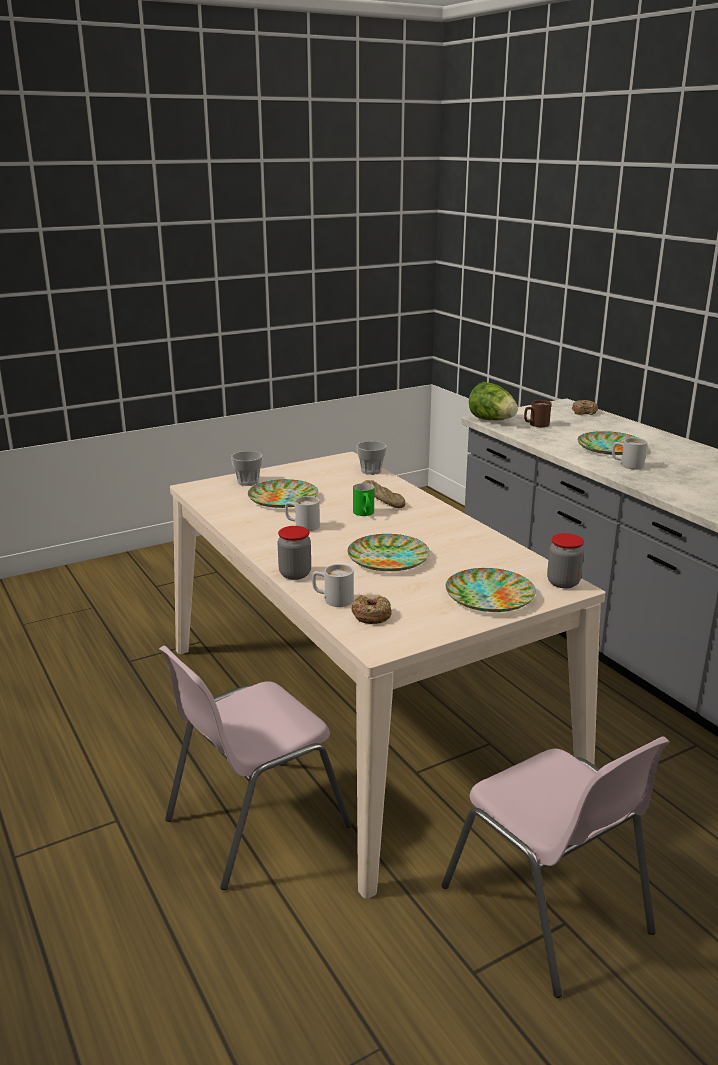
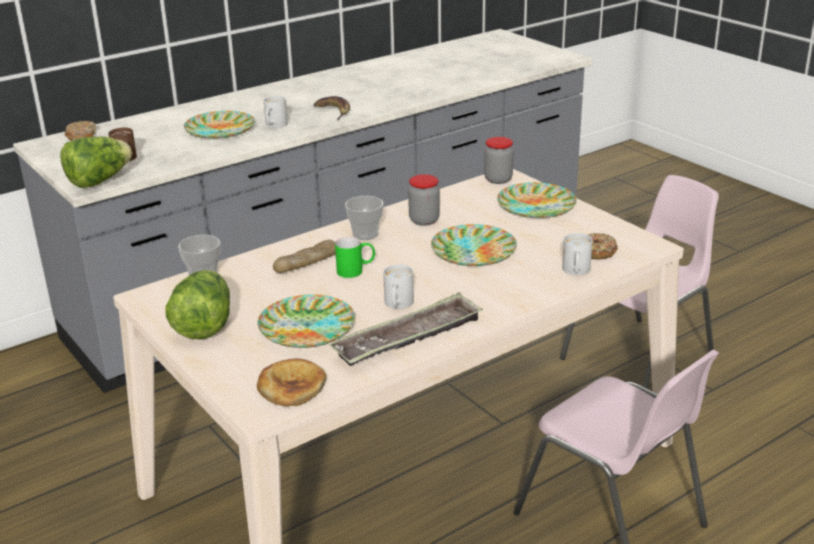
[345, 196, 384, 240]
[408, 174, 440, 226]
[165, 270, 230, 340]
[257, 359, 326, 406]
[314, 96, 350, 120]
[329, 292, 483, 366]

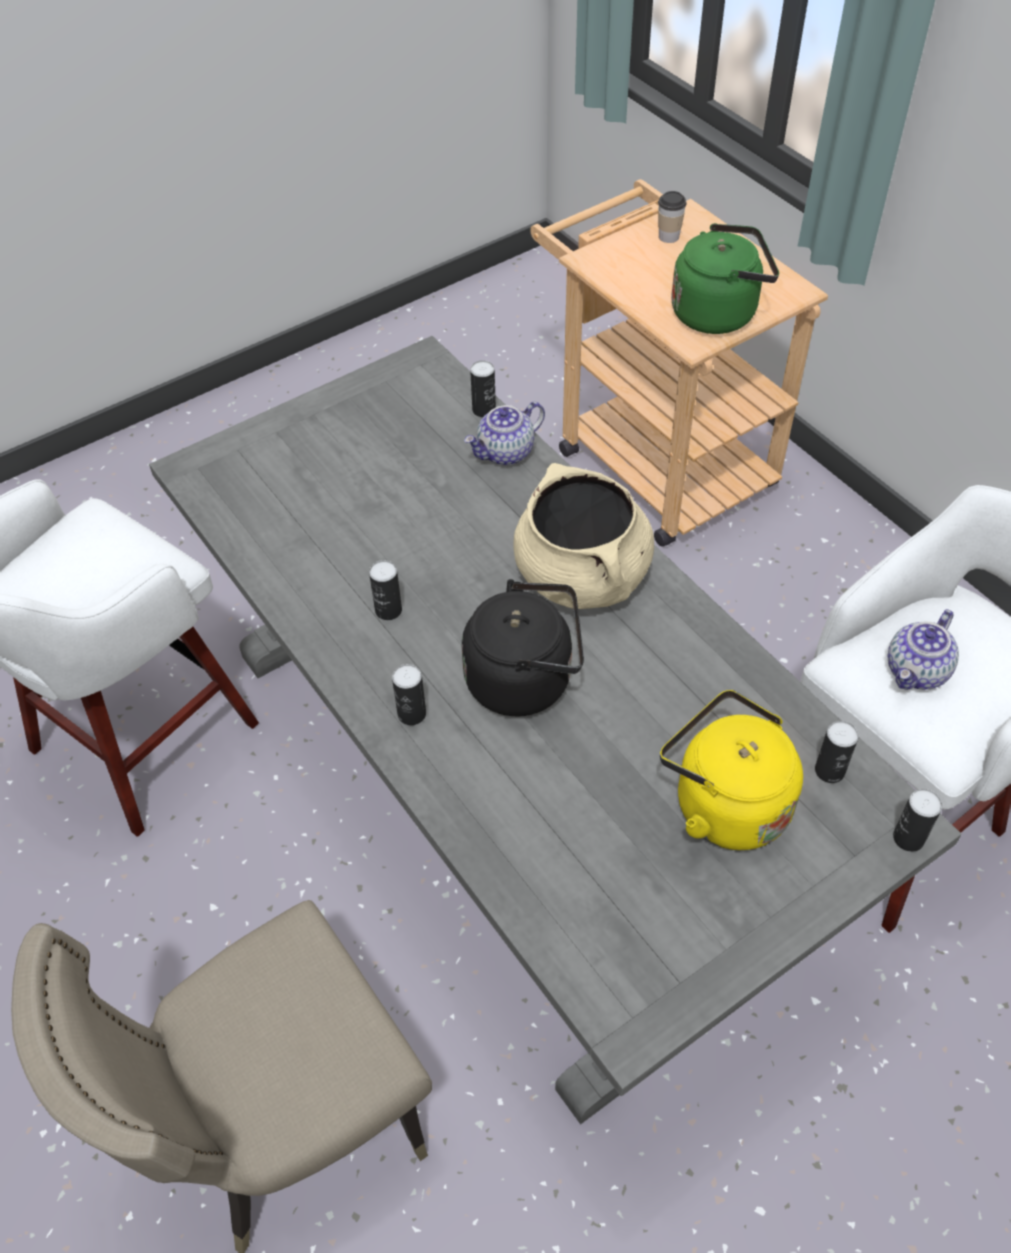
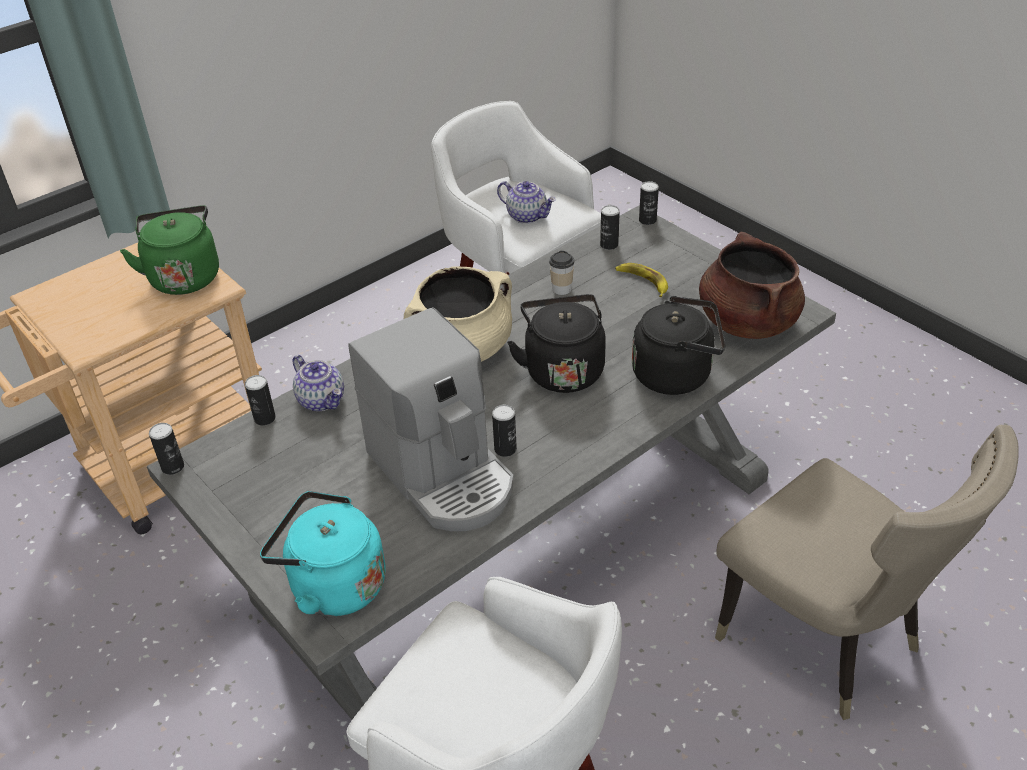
[149, 423, 184, 475]
[549, 251, 574, 295]
[615, 263, 668, 297]
[260, 491, 386, 616]
[349, 307, 514, 531]
[632, 296, 726, 395]
[699, 232, 805, 339]

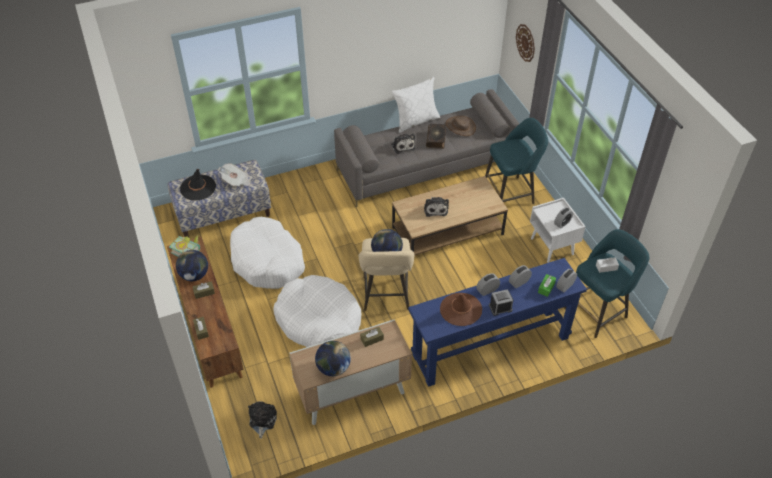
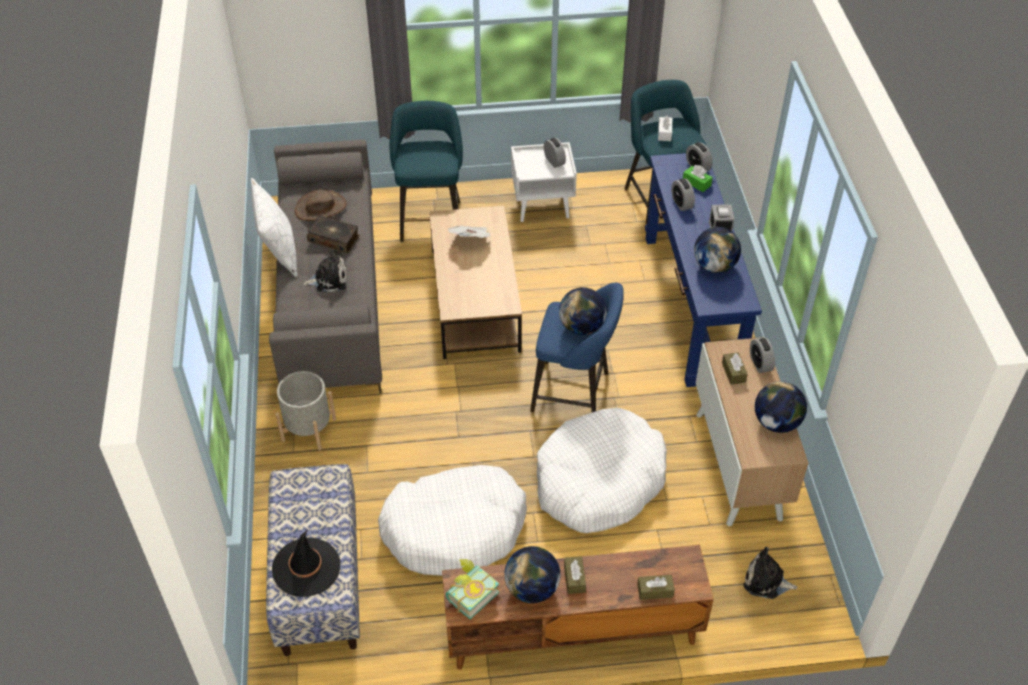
[448, 225, 491, 238]
[530, 282, 624, 412]
[424, 197, 449, 217] (first image)
[694, 227, 741, 273]
[750, 337, 775, 373]
[516, 24, 535, 62] (first image)
[275, 371, 336, 450]

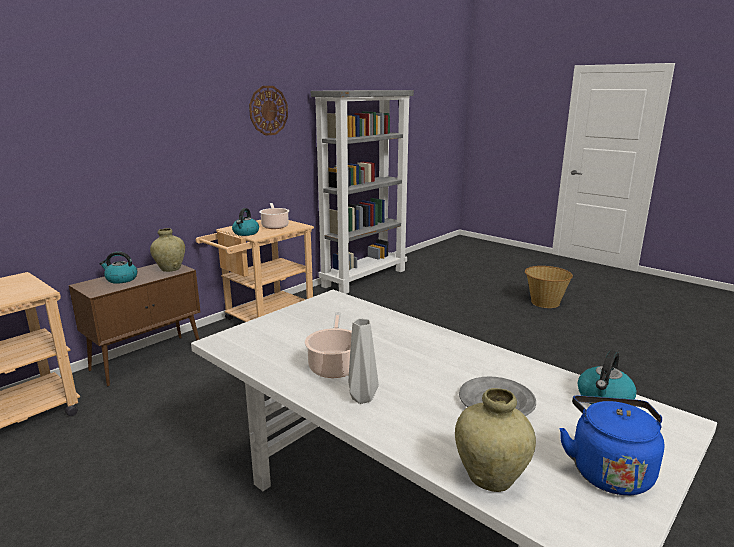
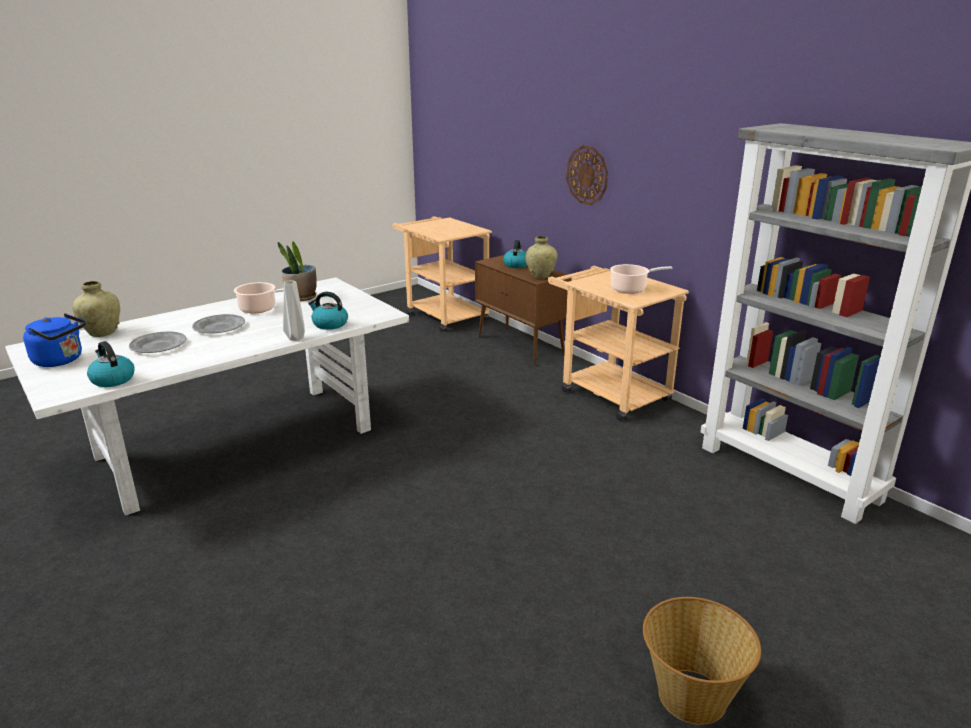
[308, 292, 348, 330]
[566, 145, 608, 205]
[283, 280, 305, 341]
[192, 314, 245, 333]
[278, 241, 317, 301]

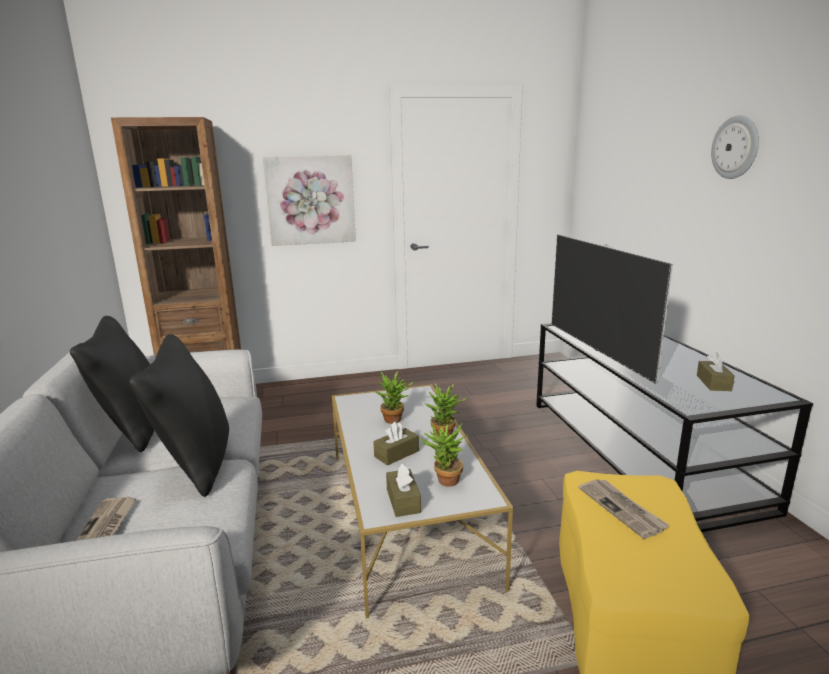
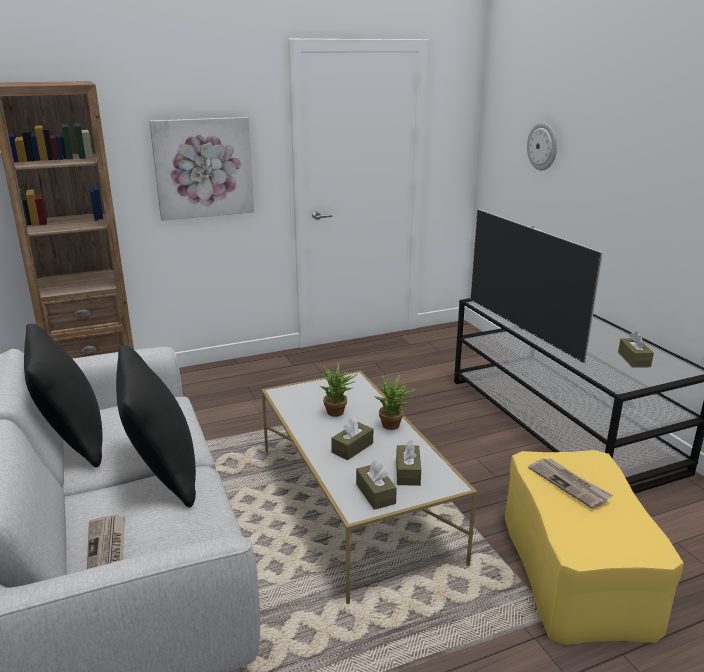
[396, 440, 421, 486]
[527, 122, 557, 171]

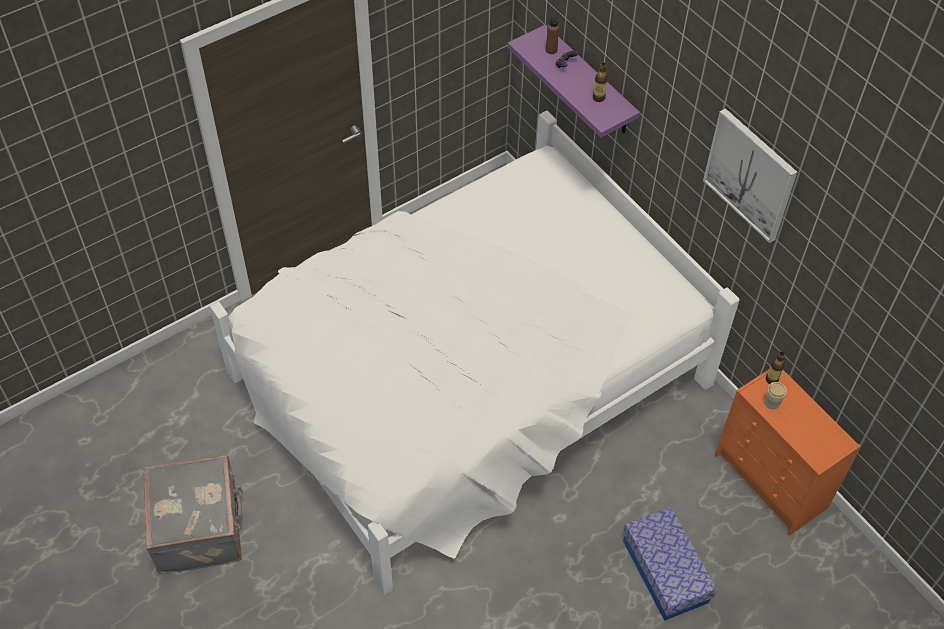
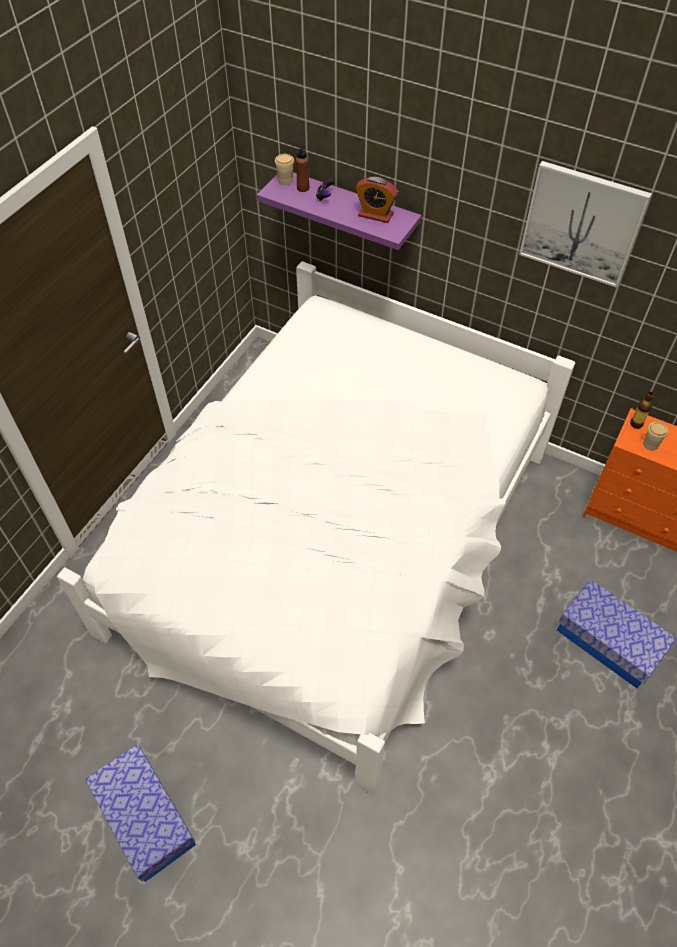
[85, 744, 196, 882]
[356, 177, 398, 223]
[275, 154, 294, 185]

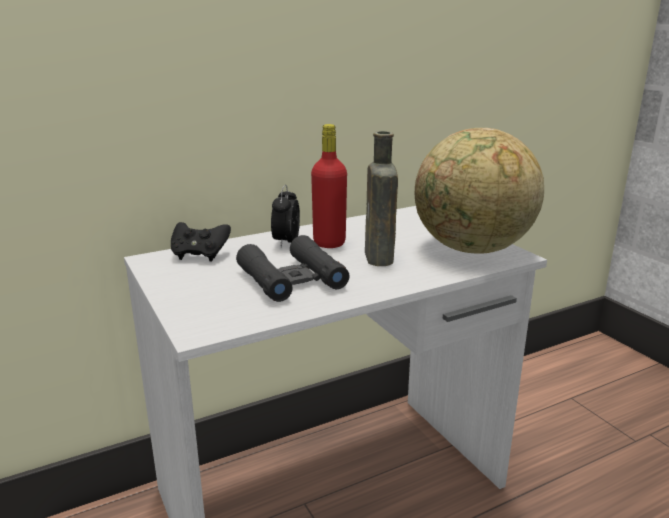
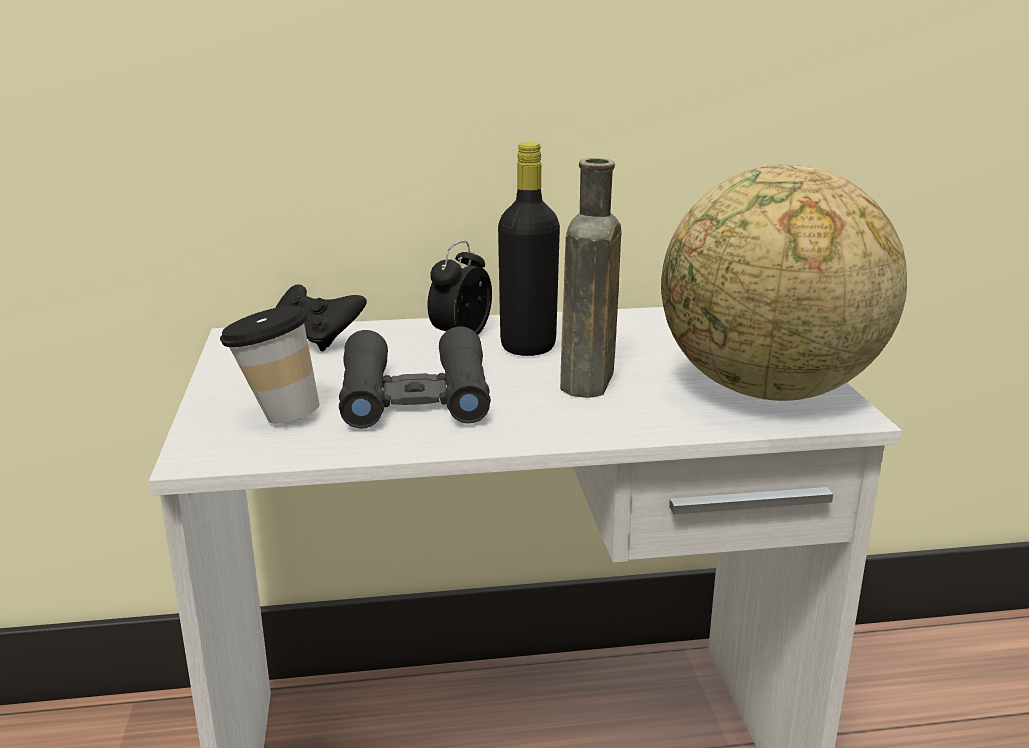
[498, 142, 560, 356]
[220, 306, 320, 424]

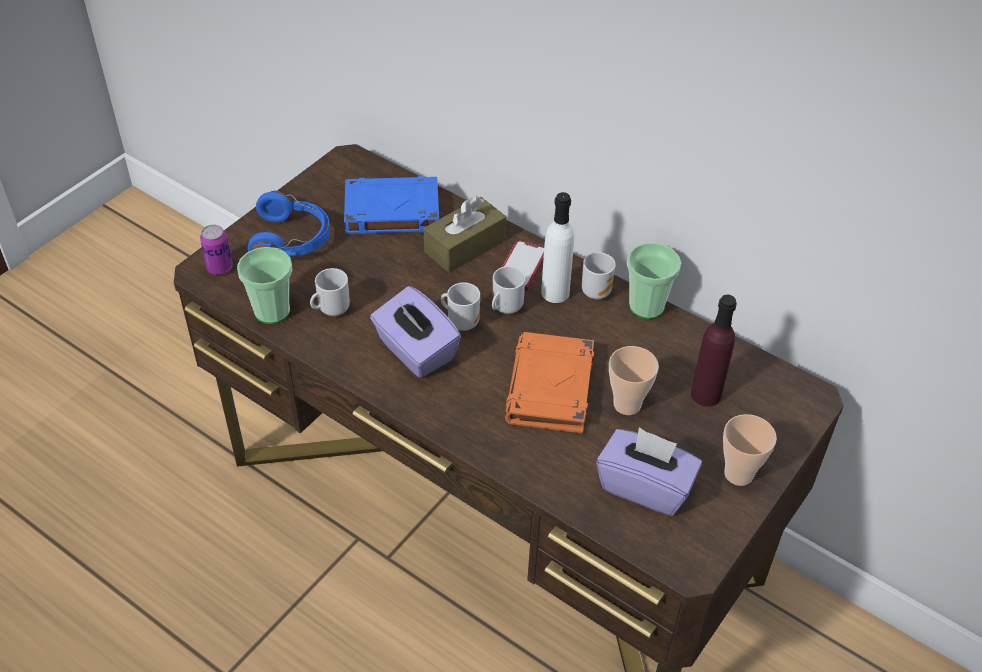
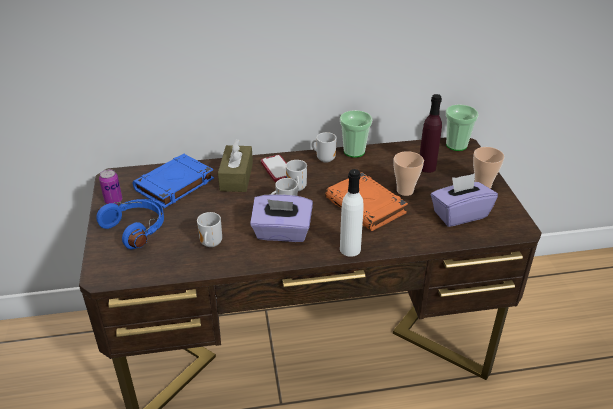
[99, 169, 122, 204]
[446, 105, 478, 151]
[340, 169, 364, 257]

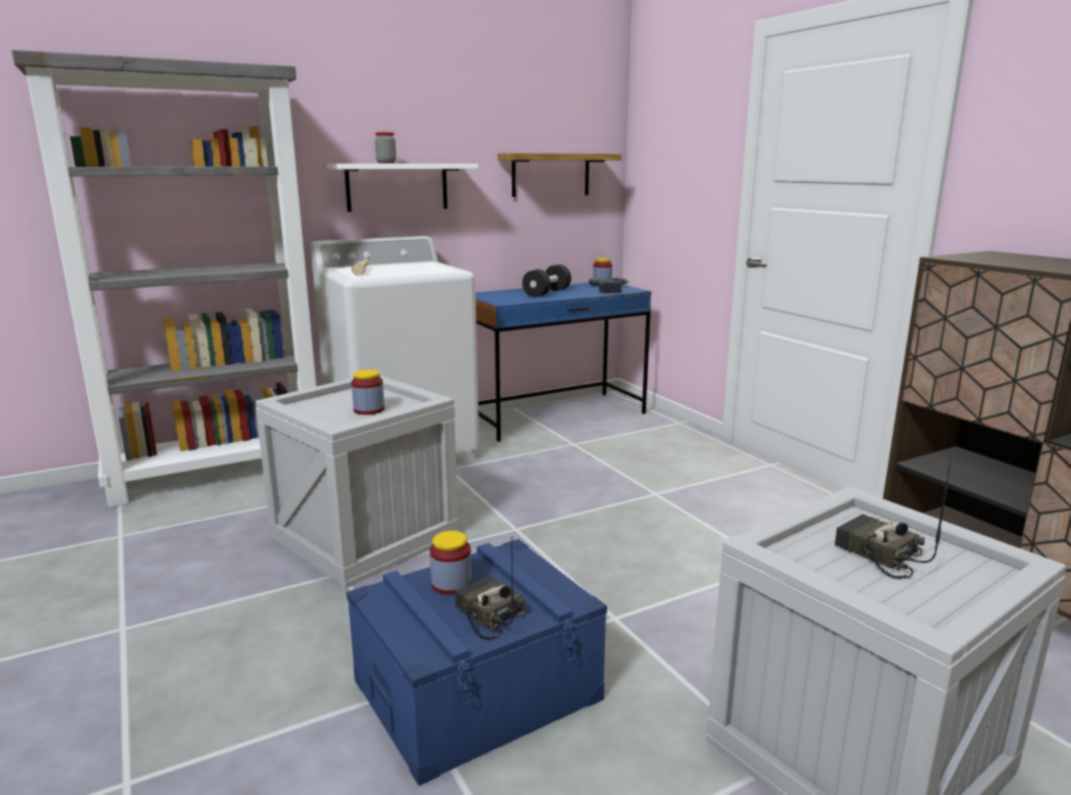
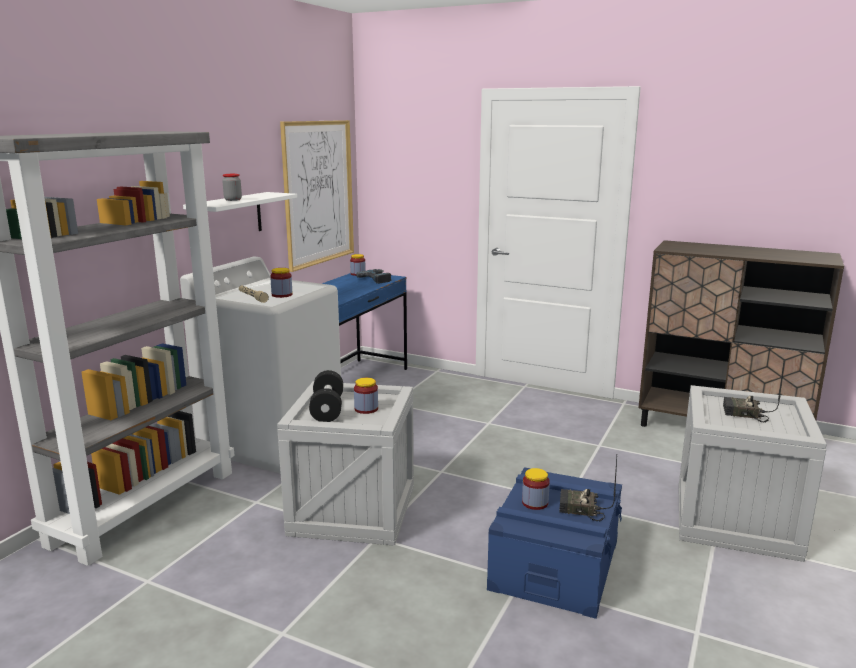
[280, 120, 354, 272]
[309, 370, 343, 422]
[270, 268, 292, 298]

